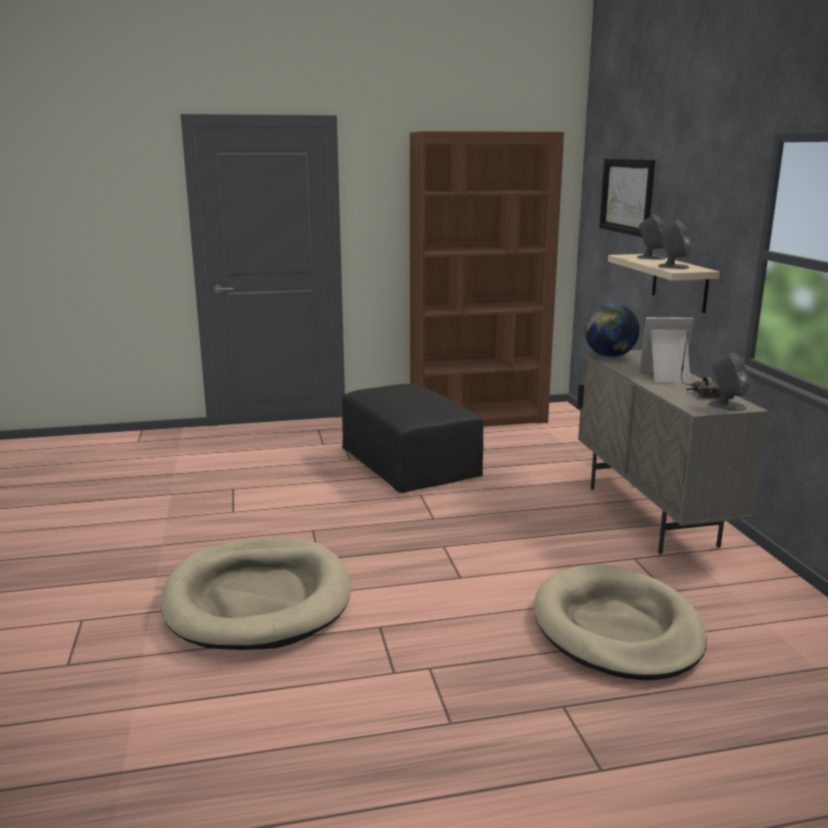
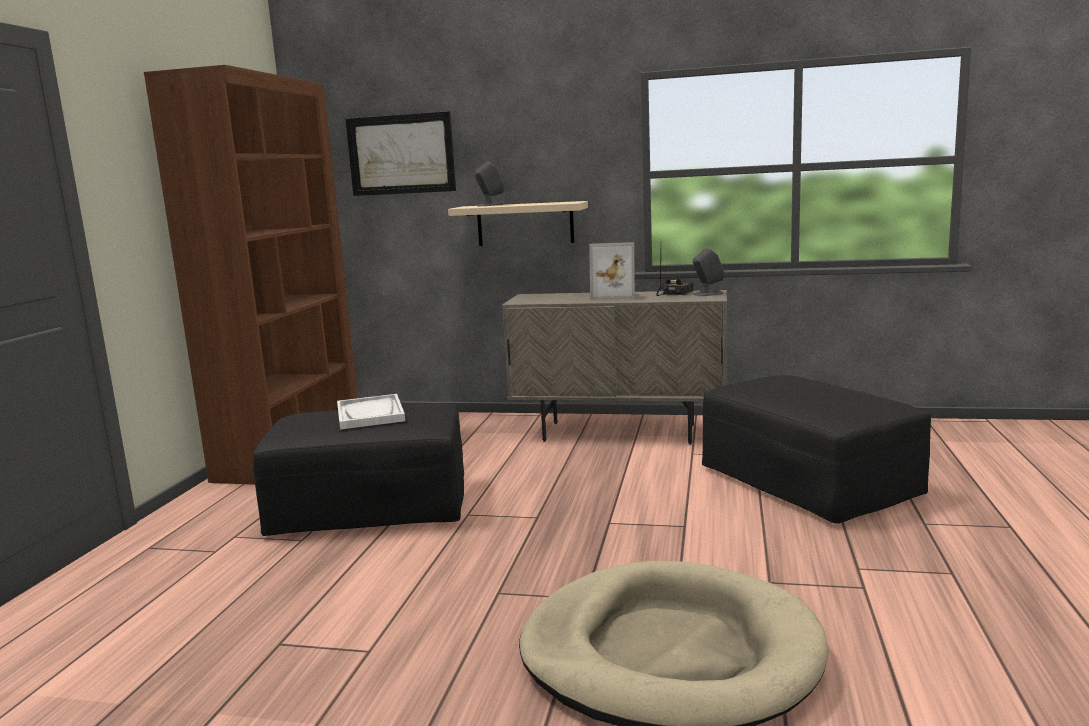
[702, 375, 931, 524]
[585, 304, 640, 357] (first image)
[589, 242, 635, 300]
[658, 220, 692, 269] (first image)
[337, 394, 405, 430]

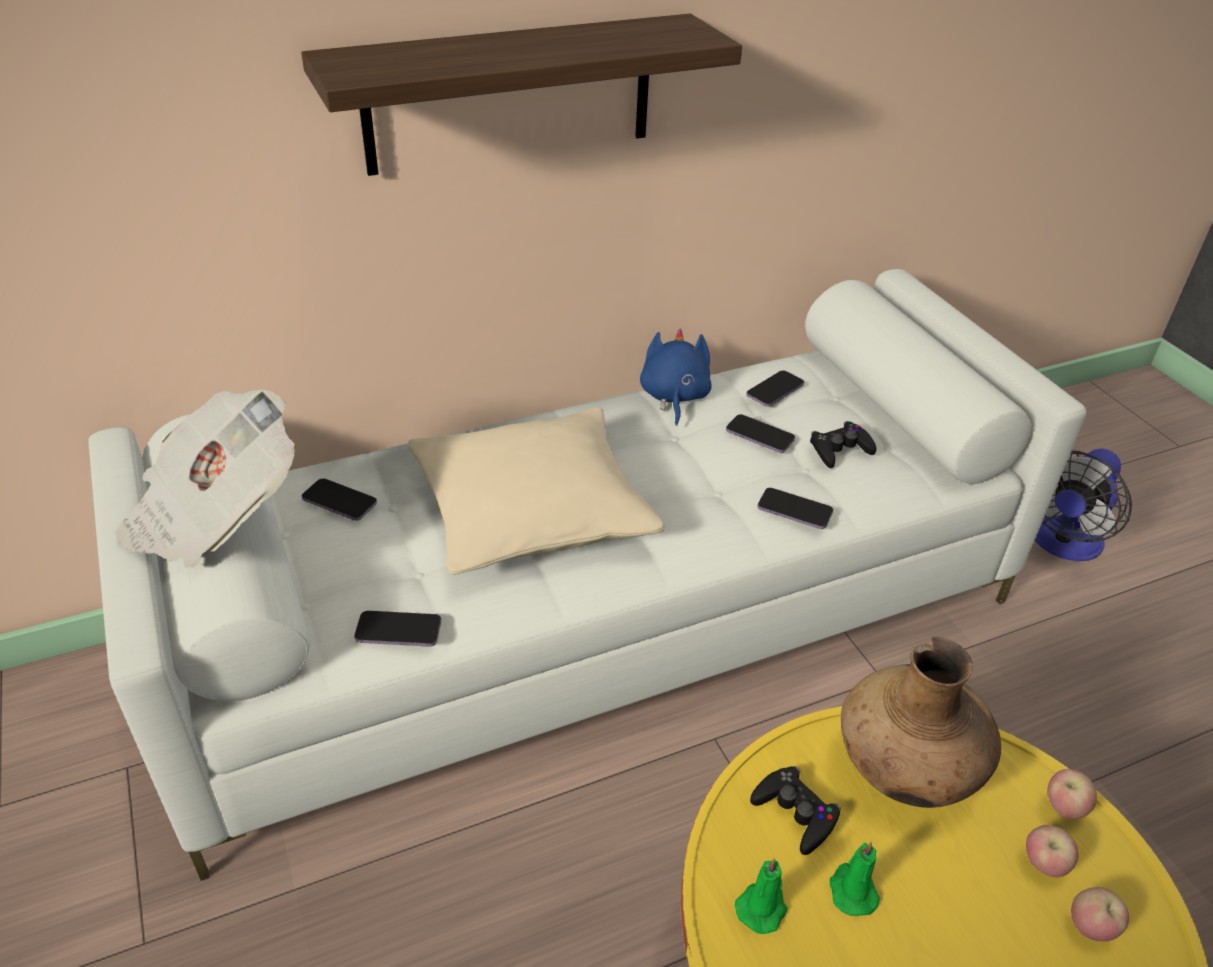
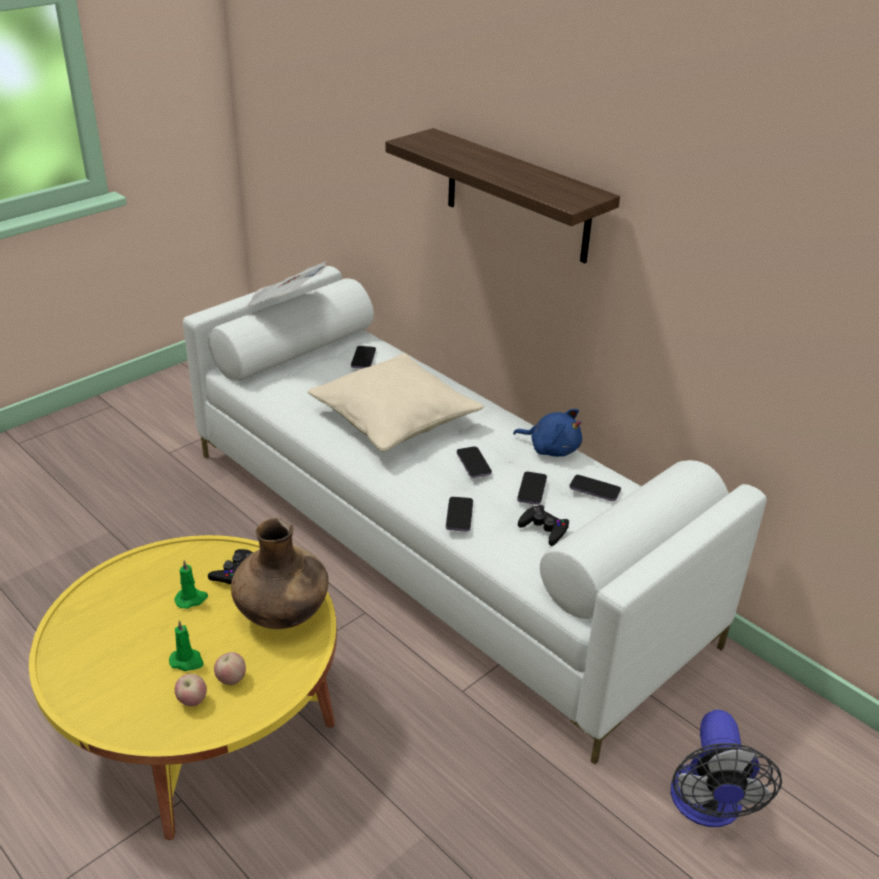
[457, 446, 492, 478]
[513, 409, 582, 457]
[169, 620, 204, 671]
[671, 710, 782, 827]
[1047, 769, 1097, 819] (first image)

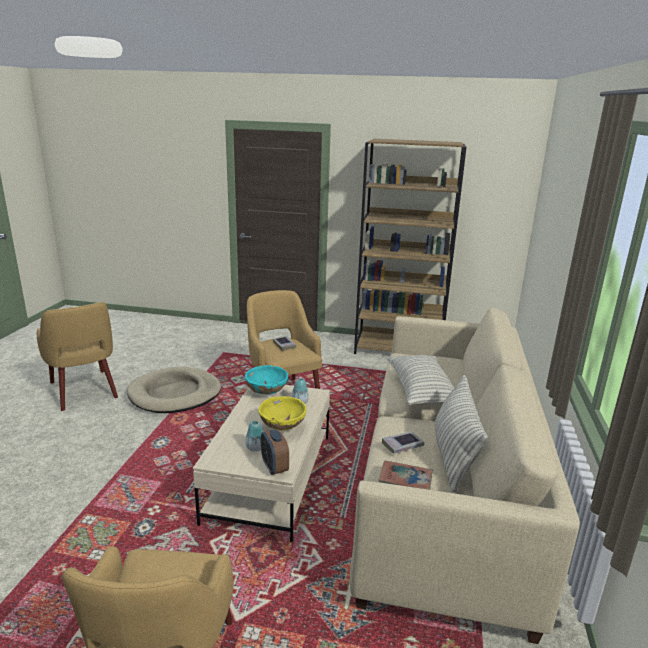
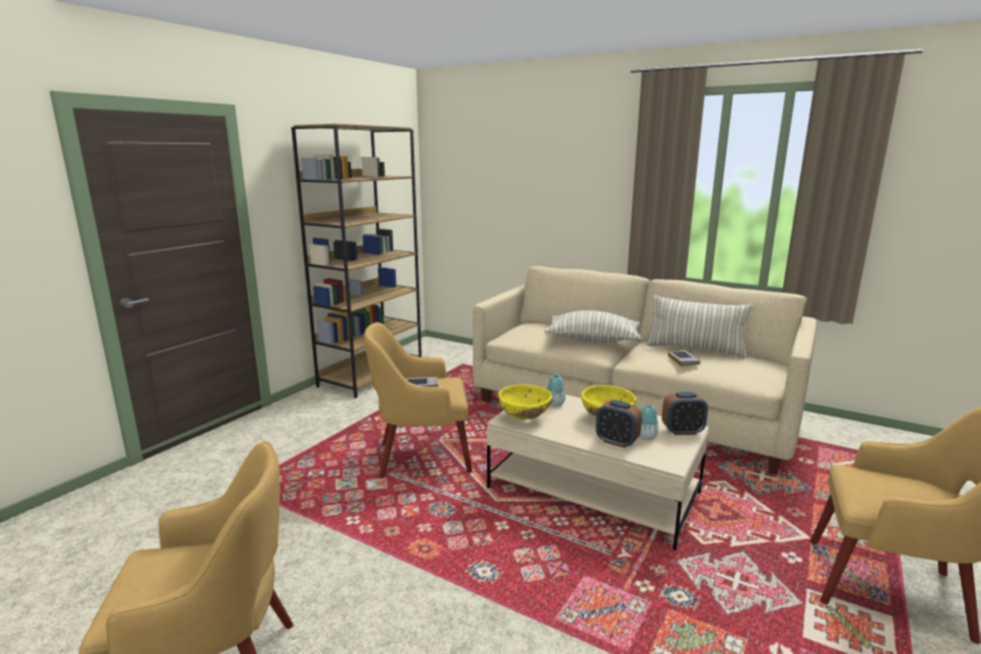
[127, 367, 221, 413] (first image)
[498, 384, 552, 420]
[378, 460, 433, 490] (first image)
[596, 400, 642, 448]

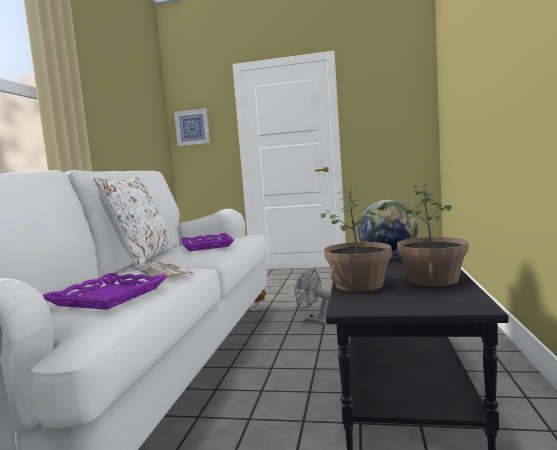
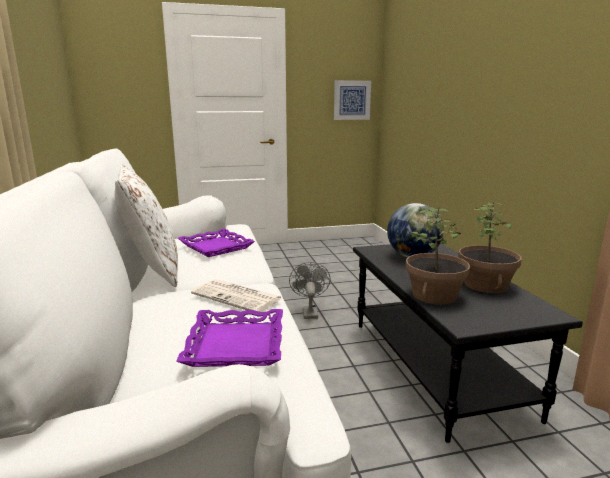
[334, 80, 371, 120]
[289, 262, 330, 319]

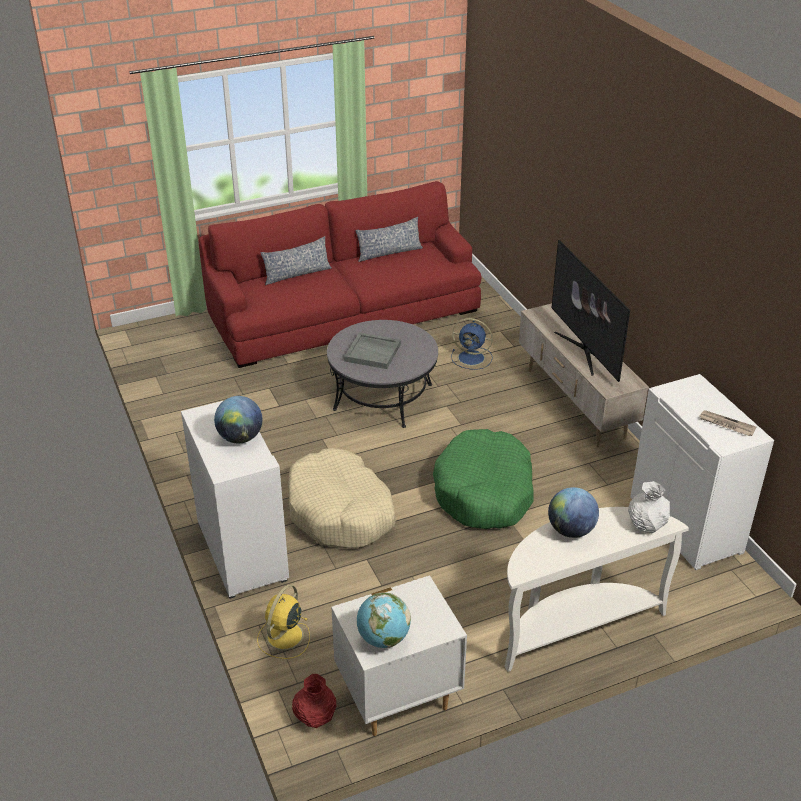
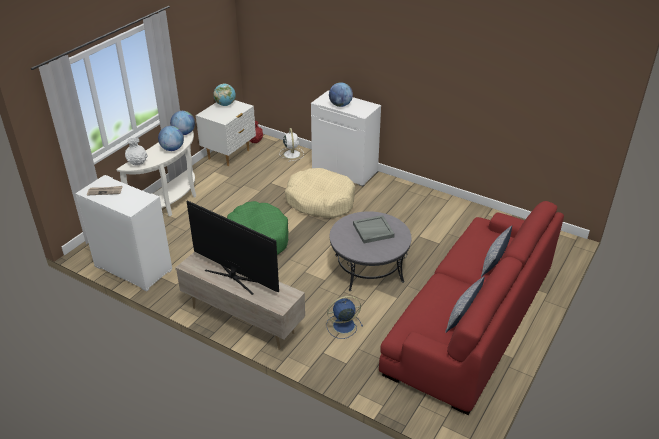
[279, 128, 304, 162]
[170, 111, 195, 135]

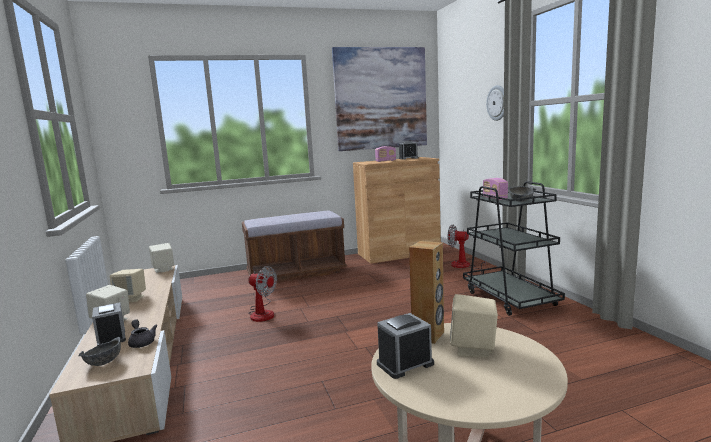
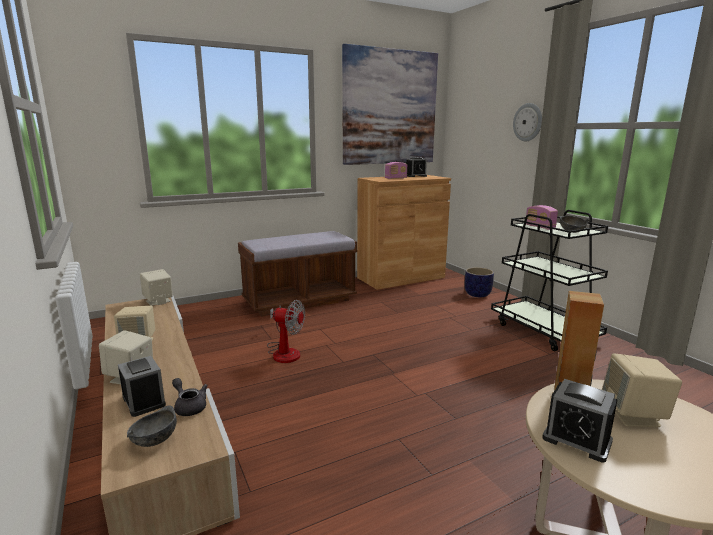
[542, 379, 618, 463]
[465, 267, 494, 297]

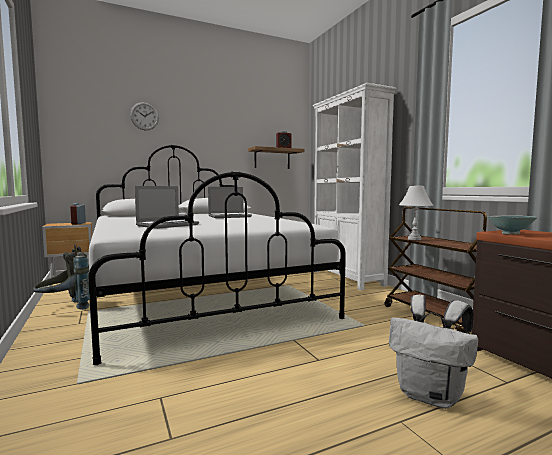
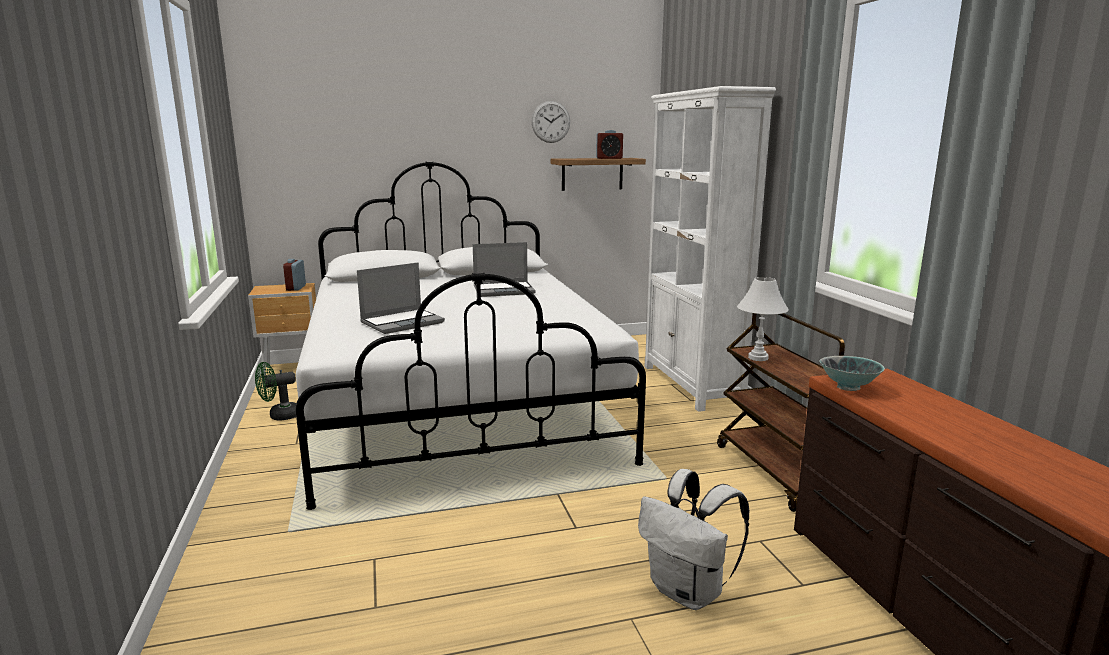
[255, 362, 296, 420]
[531, 101, 570, 143]

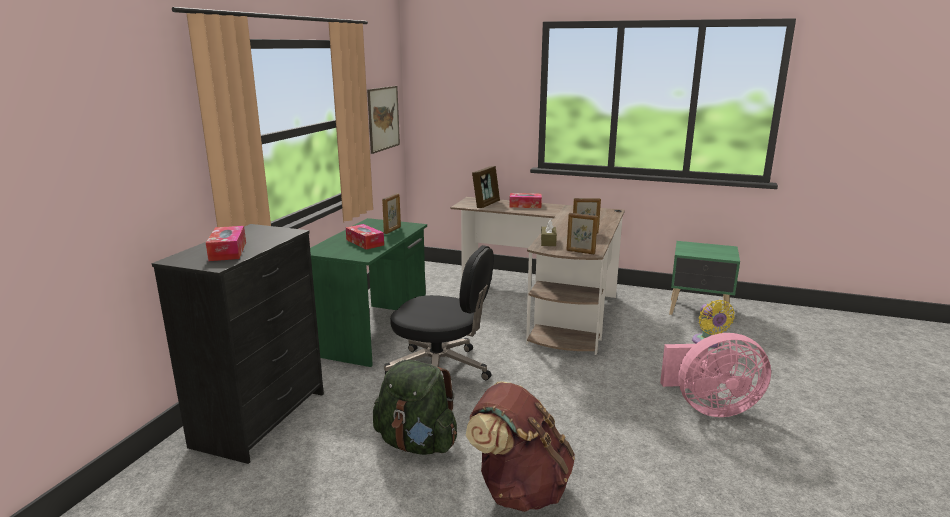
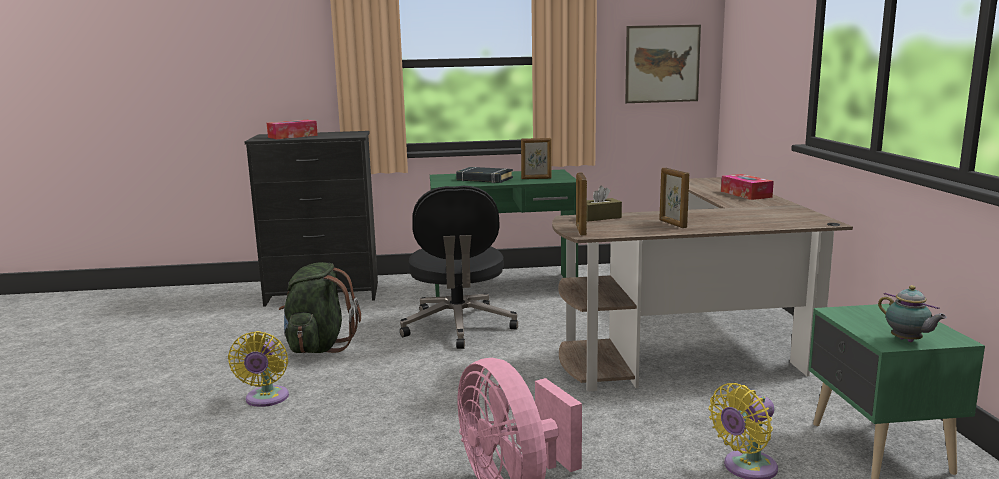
[456, 167, 513, 183]
[228, 331, 289, 407]
[472, 166, 500, 208] (first image)
[878, 285, 947, 342]

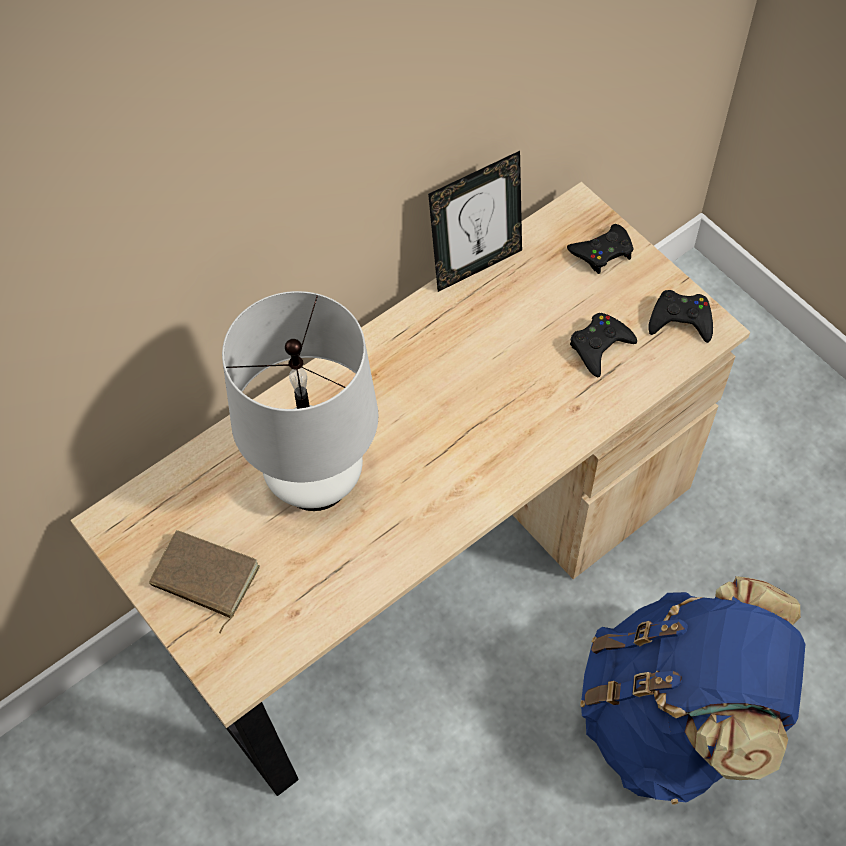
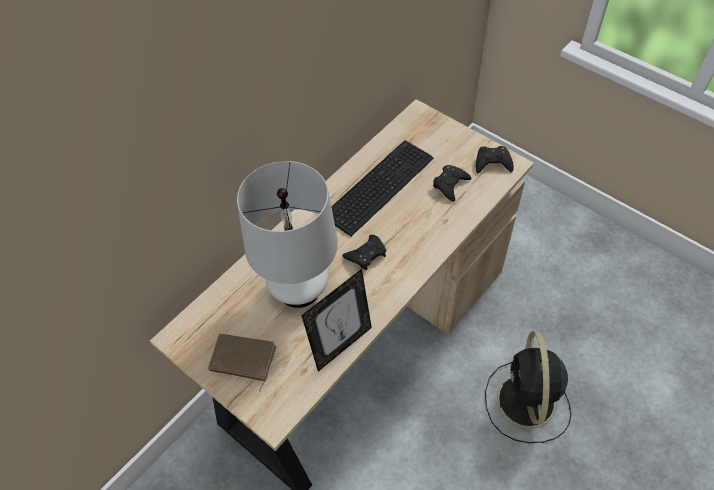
[301, 269, 372, 372]
[343, 235, 386, 270]
[485, 331, 571, 443]
[331, 141, 433, 237]

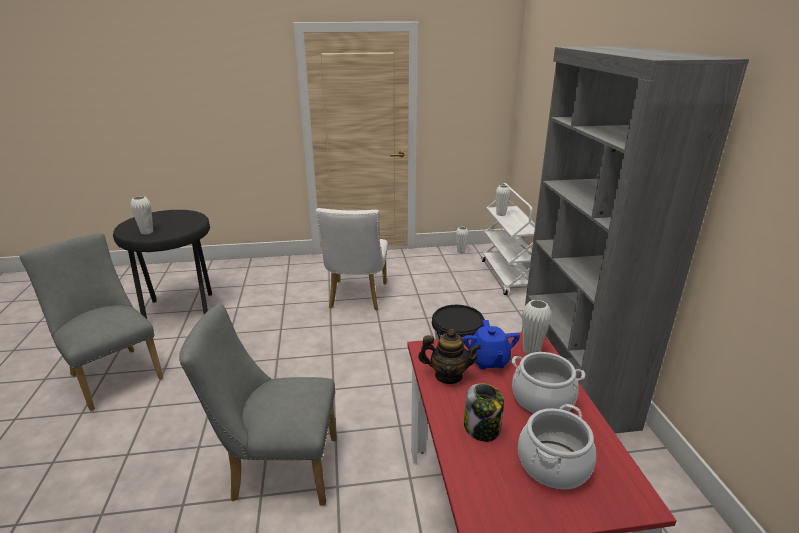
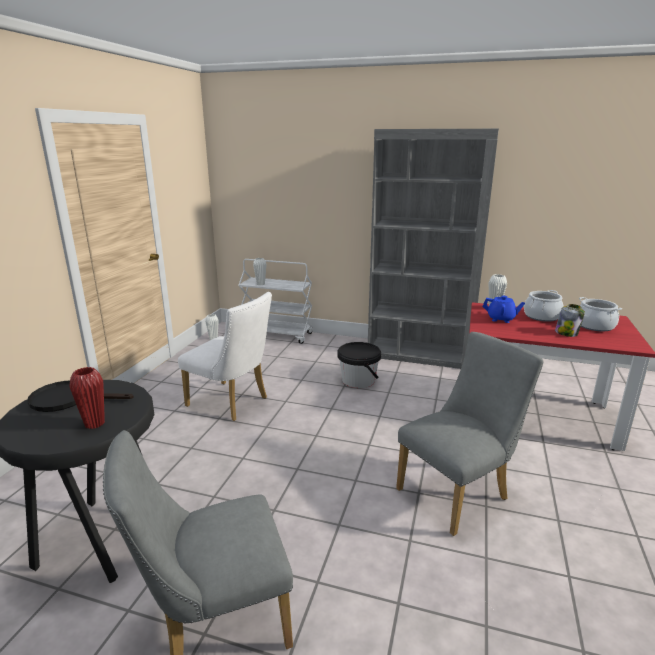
[69, 367, 105, 429]
[396, 332, 543, 536]
[418, 329, 482, 384] (first image)
[27, 380, 134, 412]

